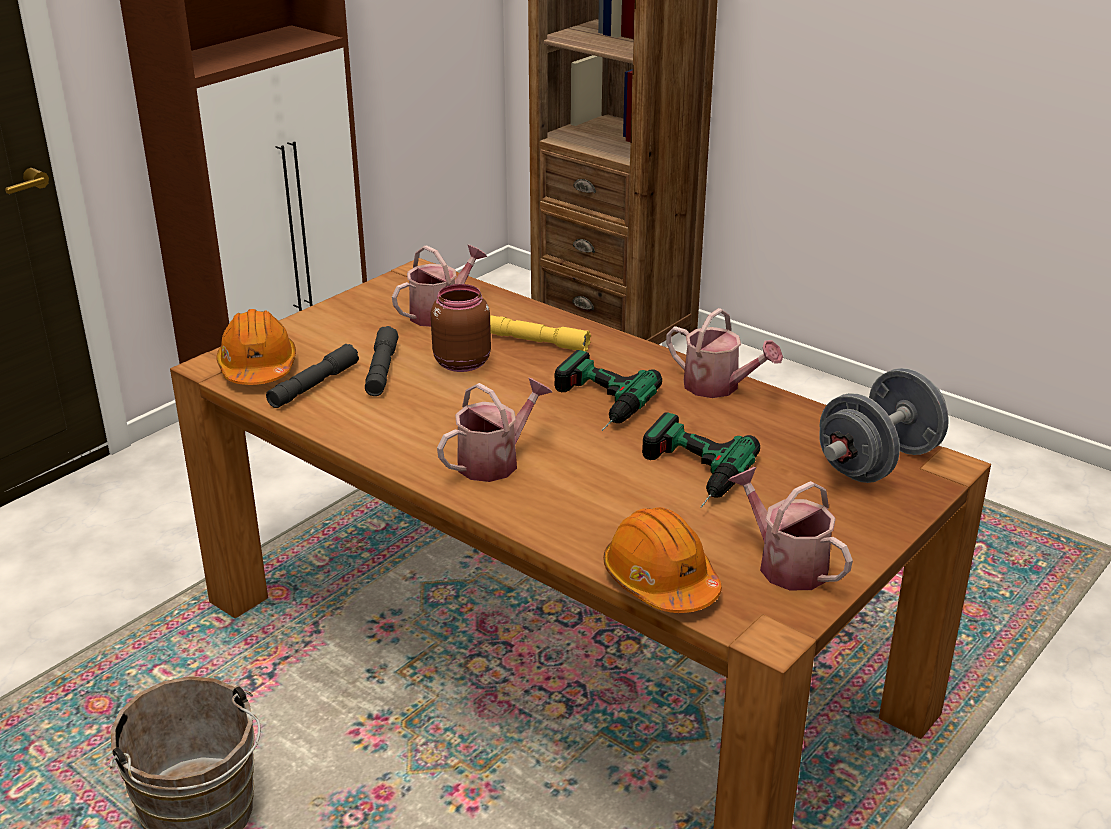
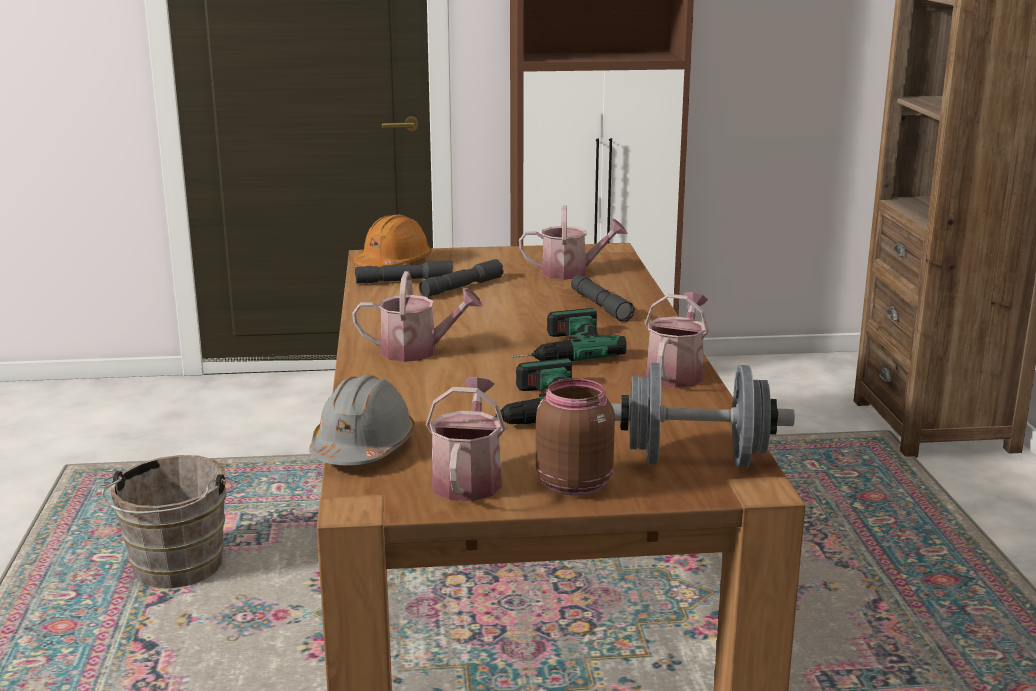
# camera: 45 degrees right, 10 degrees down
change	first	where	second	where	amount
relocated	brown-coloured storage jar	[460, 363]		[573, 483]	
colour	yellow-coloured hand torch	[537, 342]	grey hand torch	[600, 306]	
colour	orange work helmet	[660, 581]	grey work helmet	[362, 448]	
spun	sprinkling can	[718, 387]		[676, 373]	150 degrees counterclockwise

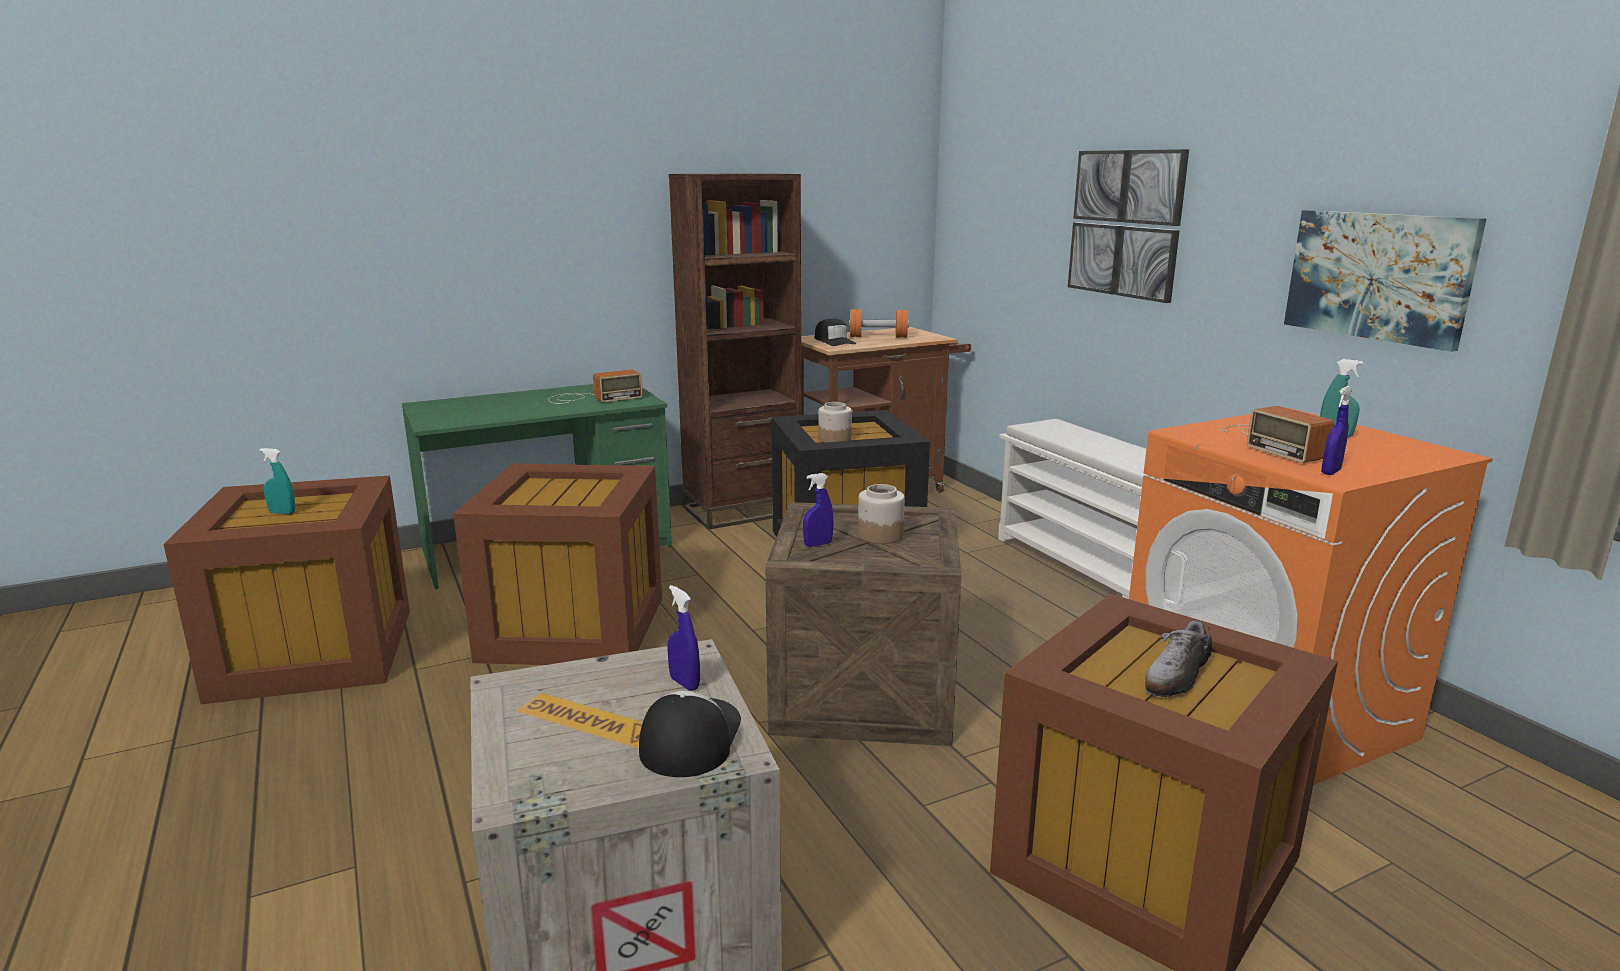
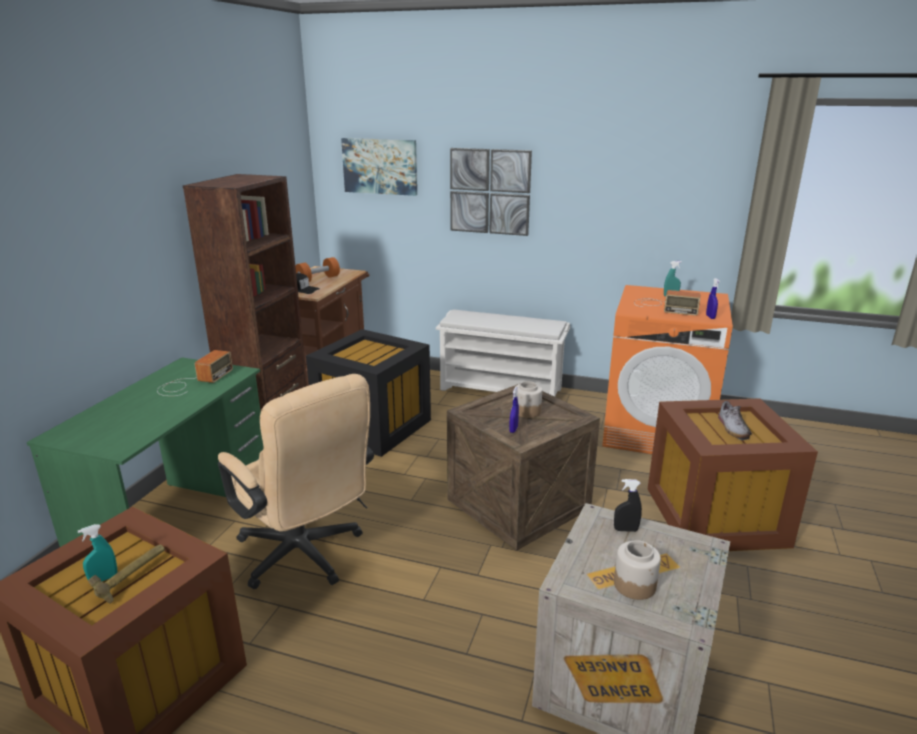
# camera: 45 degrees left, 5 degrees up
change	first	where	second	where	amount
missing	peaked cap	[689, 738]			
appeared			tool hammer	[133, 579]	
relocated	storage jar	[835, 439]		[634, 585]	
relocated	wall picture	[1378, 276]		[380, 166]	
exchanged	brown-coloured storage box	[570, 629]	beige-coloured desk chair	[305, 557]	
colour	blue sprayer	[684, 683]	black sprayer	[625, 530]	

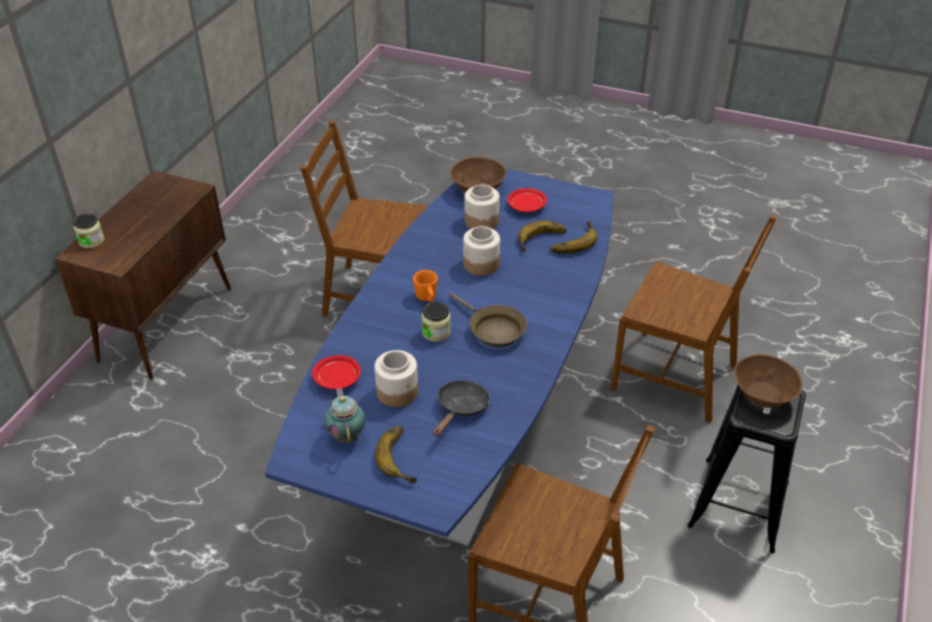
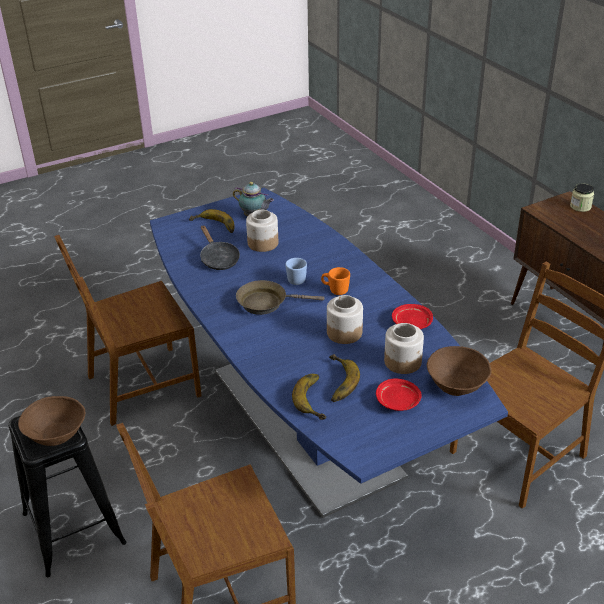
# camera: 130 degrees right, 5 degrees down
change	first	where	second	where	amount
relocated	red-coloured flat dish	[338, 378]		[411, 323]	
exchanged	storage jar	[436, 332]	blue tea mug	[295, 279]	

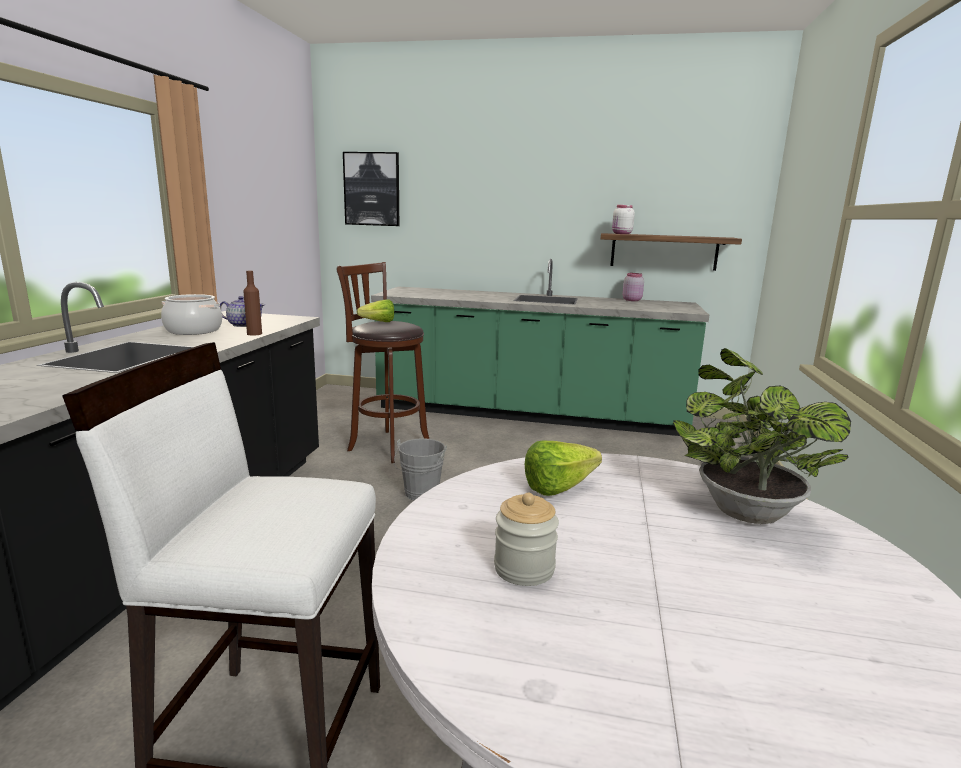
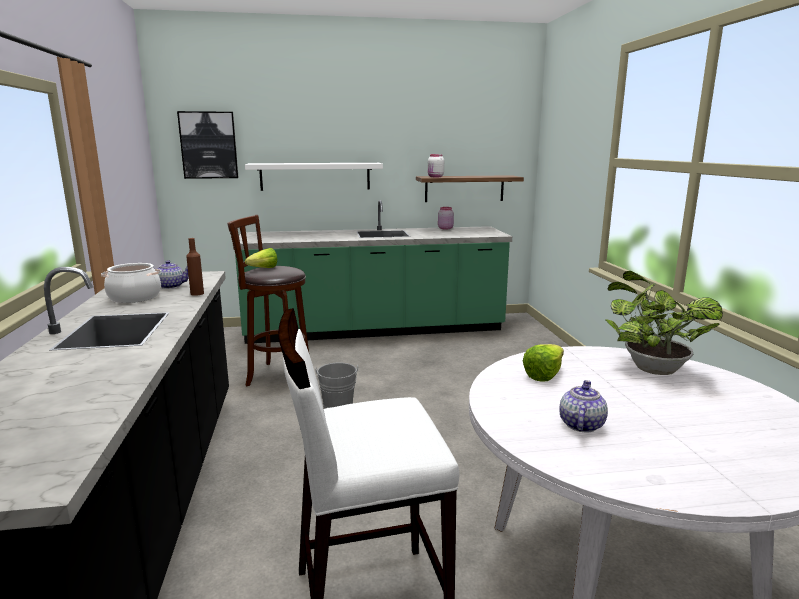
# camera: 20 degrees left, 0 degrees up
change	first	where	second	where	amount
appeared			white-coloured shelf	[315, 176]	
exchanged	storage jar	[524, 569]	pot for tea	[580, 425]	

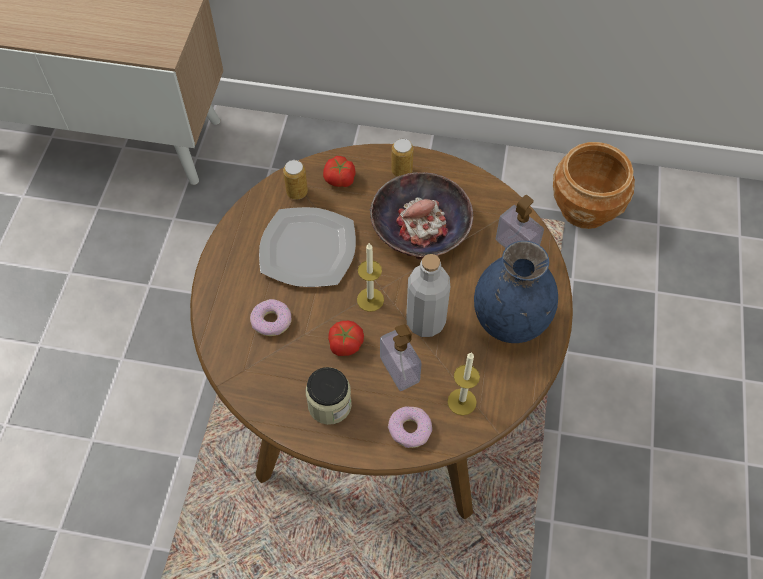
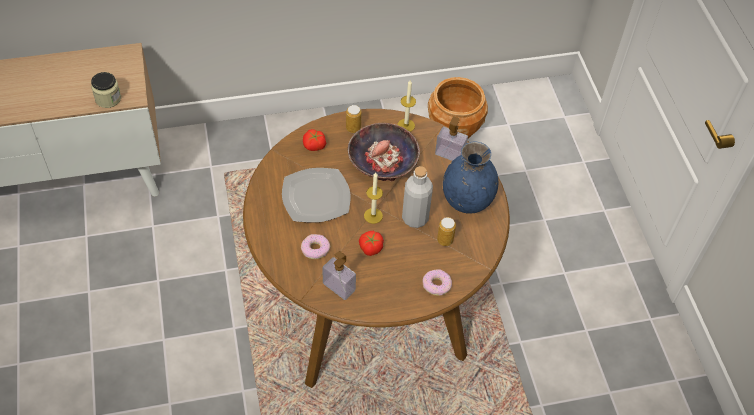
# camera: 25 degrees left, 5 degrees down
change	first	where	second	where	amount
relocated	metal can	[297, 192]		[445, 240]	
relocated	storage jar	[329, 405]		[108, 99]	
relocated	soap bottle	[399, 370]		[339, 287]	
relocated	wax candle	[462, 402]		[406, 125]	

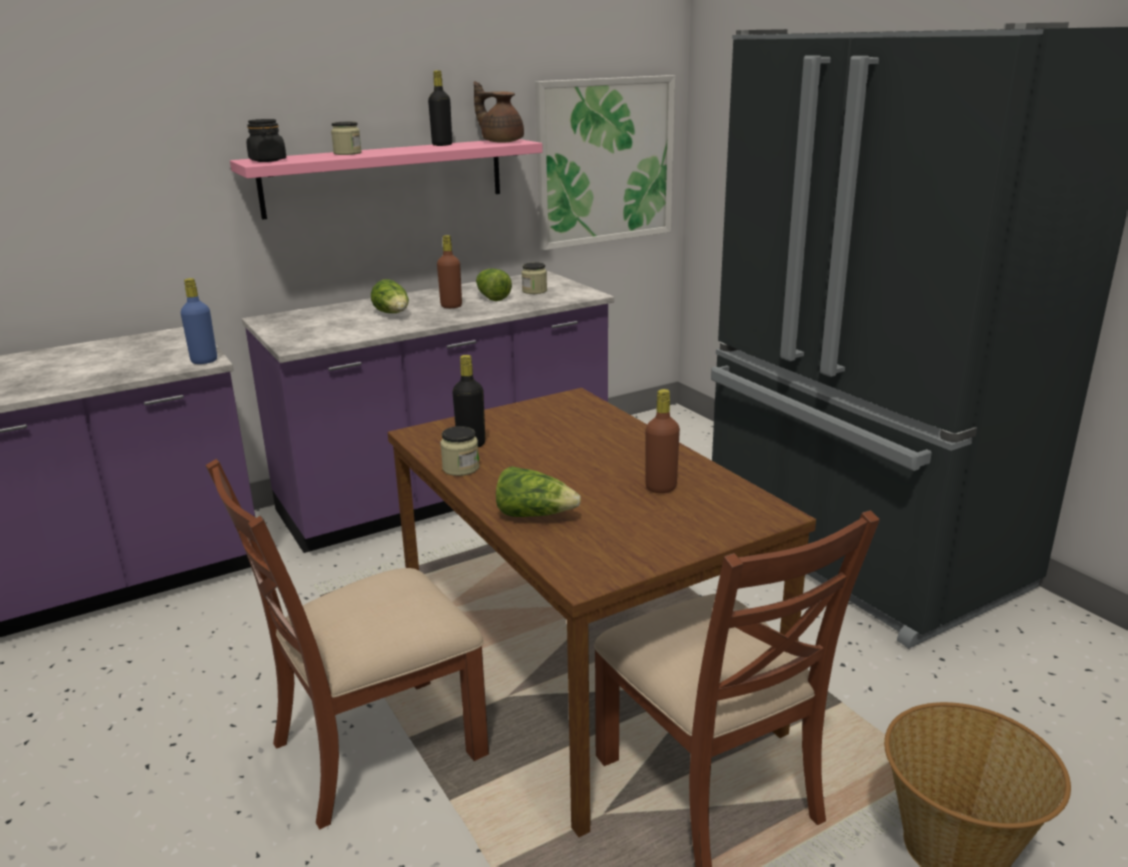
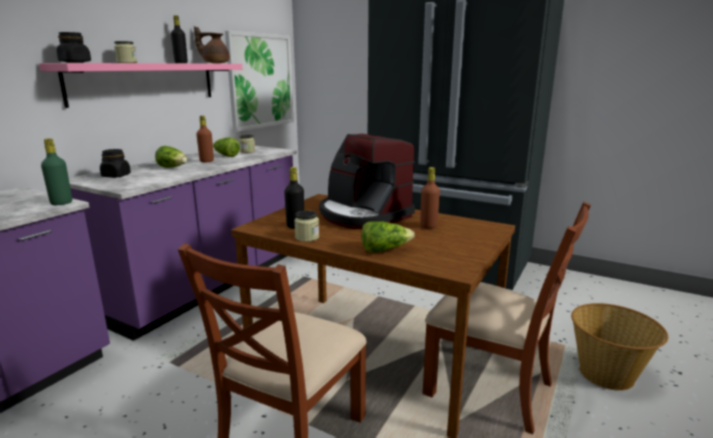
# camera: 30 degrees left, 5 degrees down
change	first	where	second	where	amount
appeared			black storage jar	[116, 176]	
appeared			coffee machine	[363, 215]	
colour	blue drink bottle	[204, 361]	green-coloured drink bottle	[61, 203]	

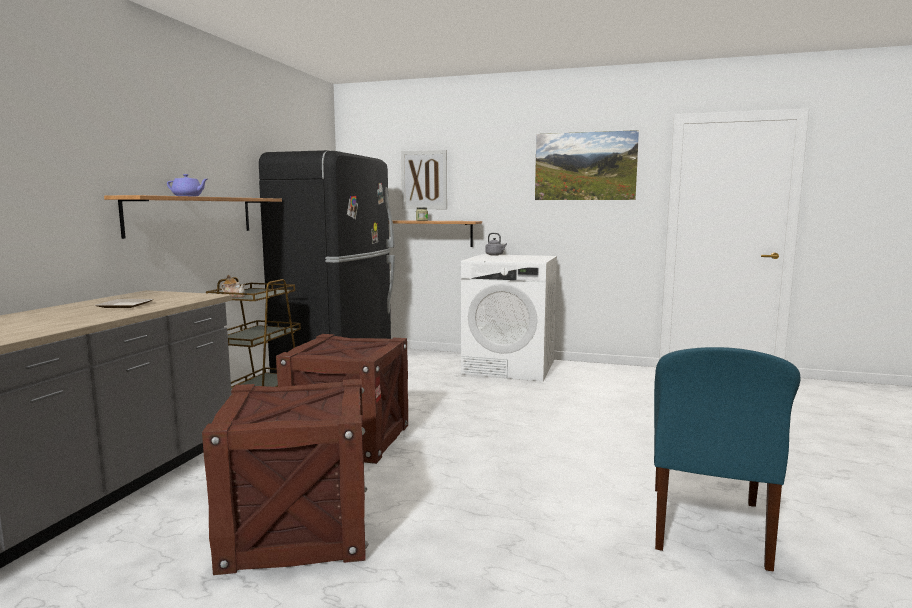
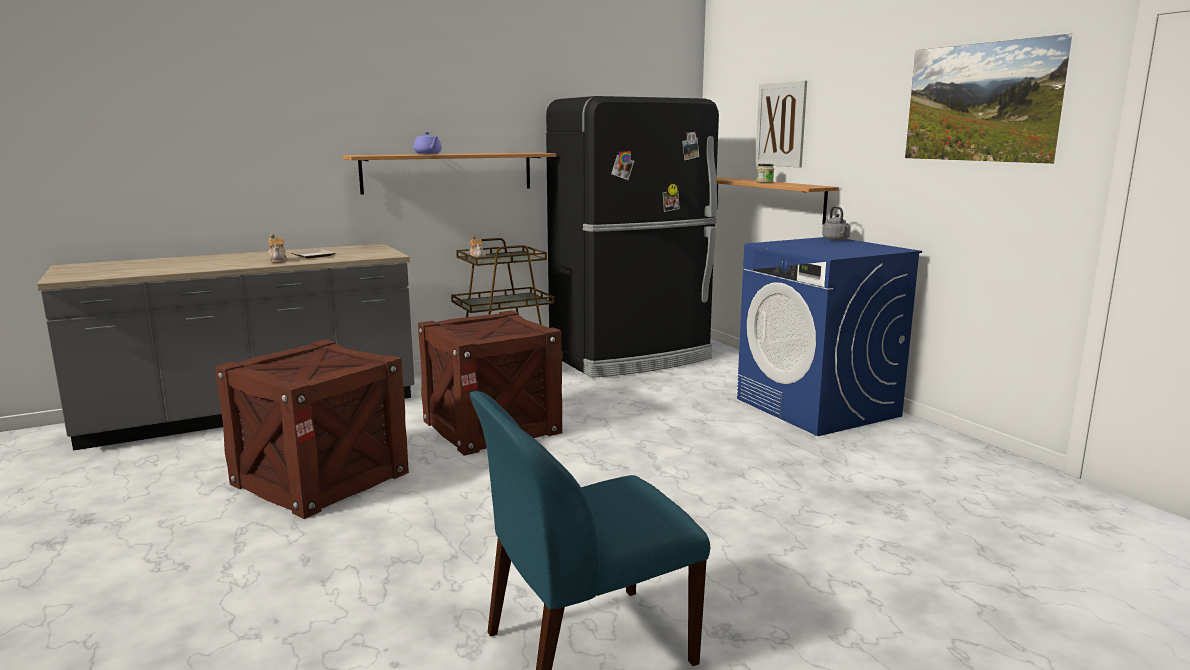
# camera: 45 degrees right, 5 degrees up
change	first	where	second	where	amount
appeared			pot for tea	[278, 261]	
colour	white-coloured laundry machine	[510, 367]	blue laundry machine	[818, 407]	

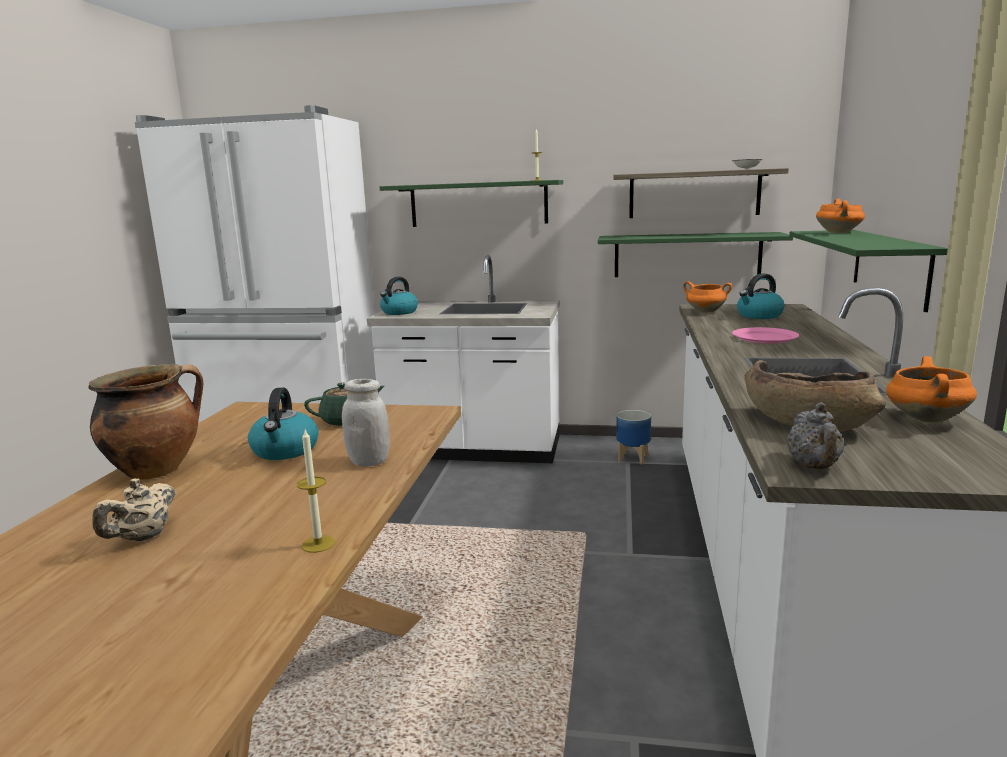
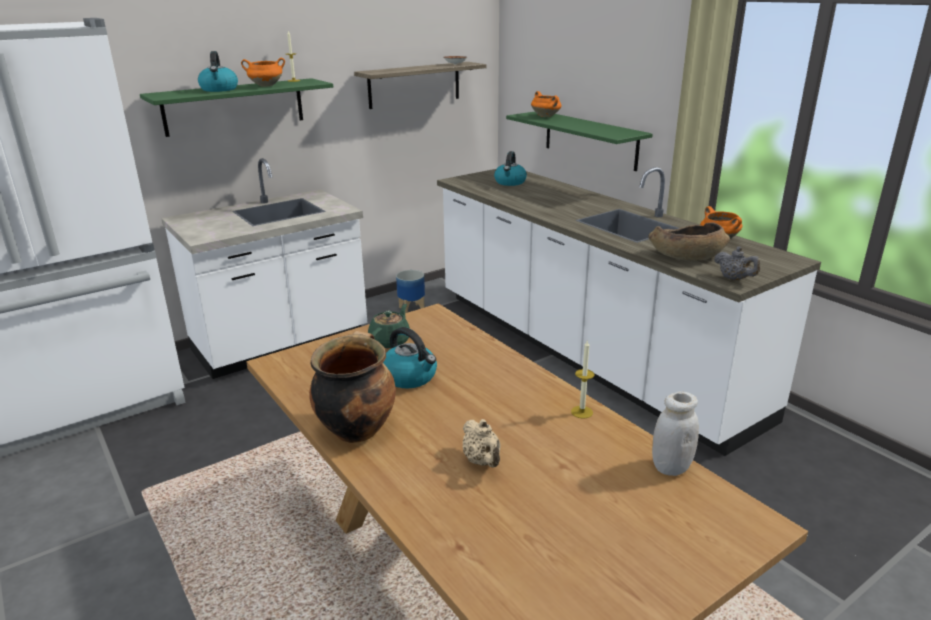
# camera: 45 degrees left, 10 degrees up
change	first	where	second	where	amount
missing	green-coloured shelf	[687, 255]			
missing	pinkish flat dish	[764, 338]			
relocated	white-coloured storage jar	[369, 461]		[671, 467]	
relocated	kettle	[399, 312]		[219, 89]	
relocated	orange stockpot	[705, 312]		[265, 86]	

